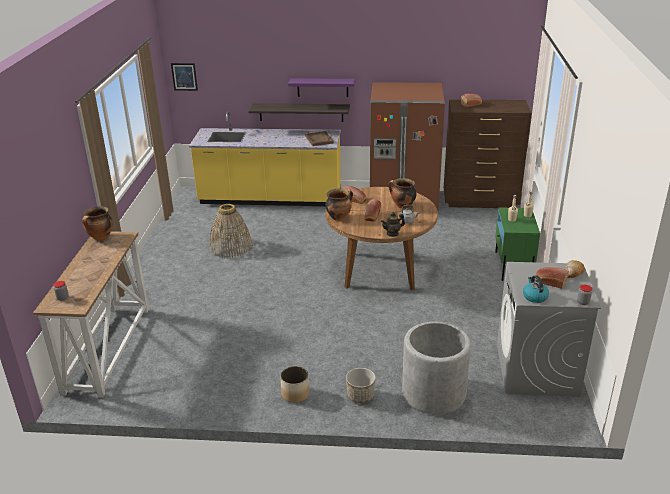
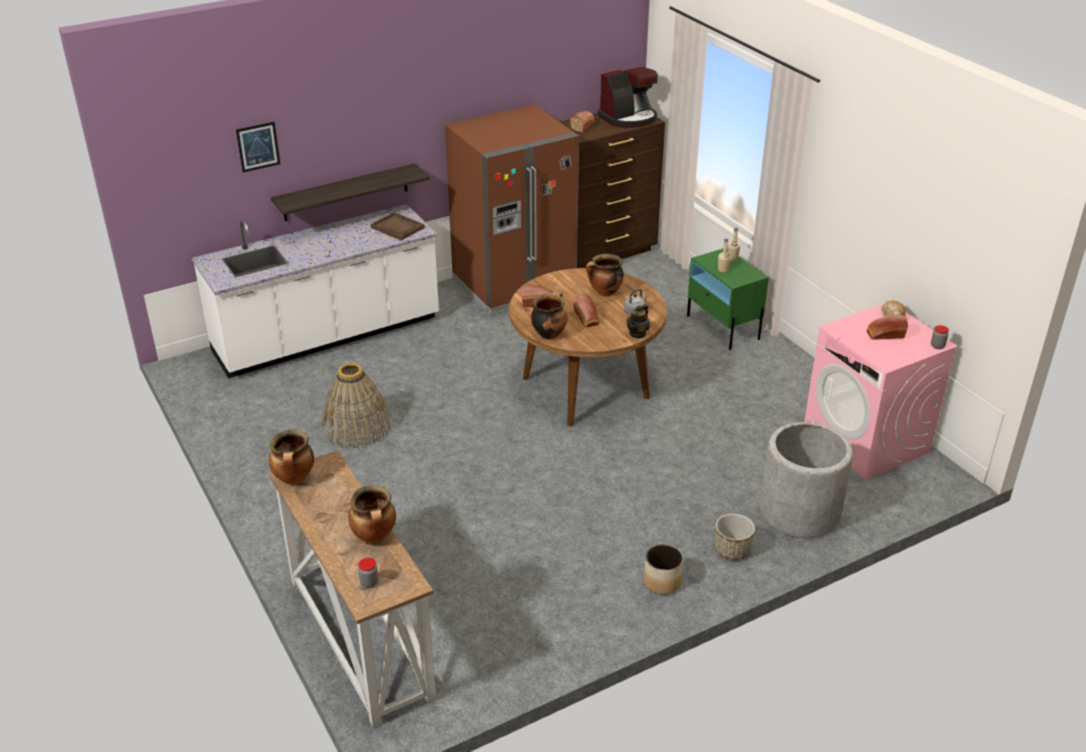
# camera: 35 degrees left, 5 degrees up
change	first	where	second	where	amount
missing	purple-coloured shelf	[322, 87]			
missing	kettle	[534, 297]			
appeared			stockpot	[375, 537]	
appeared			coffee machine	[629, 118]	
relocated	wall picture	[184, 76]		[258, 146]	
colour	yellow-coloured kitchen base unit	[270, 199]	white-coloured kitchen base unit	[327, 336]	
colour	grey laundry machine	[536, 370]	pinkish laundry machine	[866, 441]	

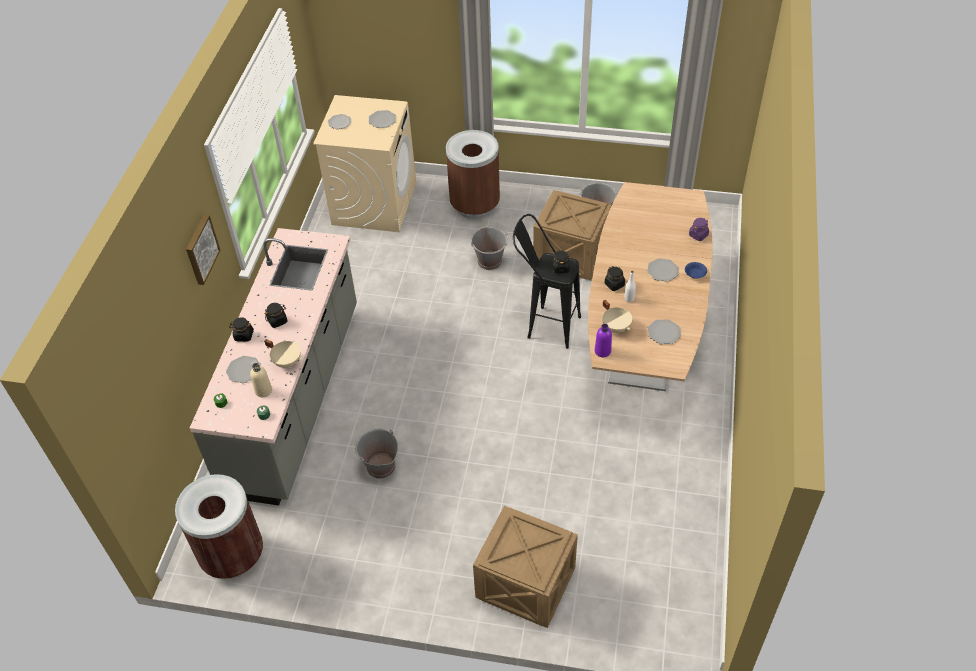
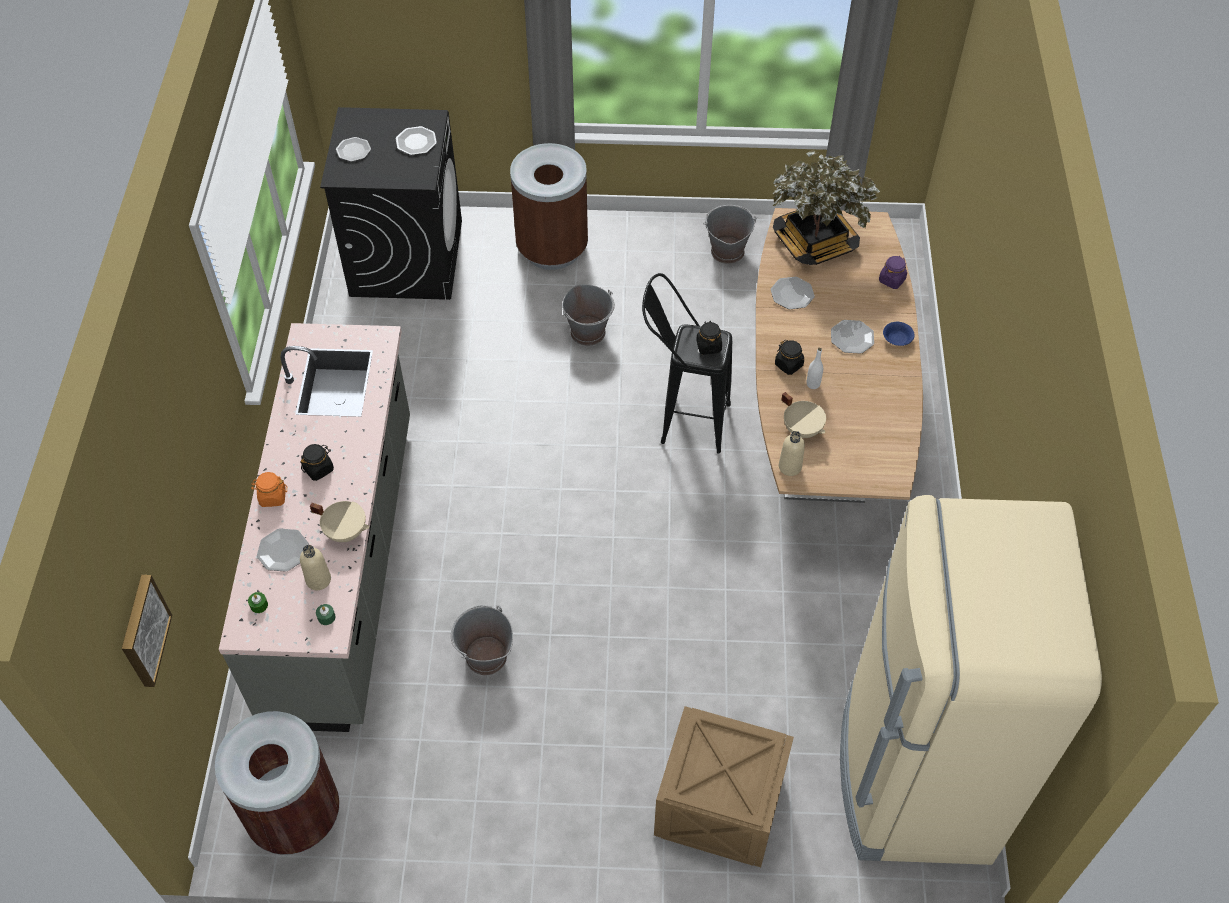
# camera: 10 degrees left, 5 degrees up
change	first	where	second	where	amount
missing	packing crate	[572, 255]			
appeared			plant in a pot	[814, 242]	
appeared			beige-coloured refrigerator	[913, 778]	
relocated	wall picture	[200, 249]		[142, 631]	
relocated	flat dish	[664, 332]		[792, 294]	
colour	black storage jar	[243, 336]	orange storage jar	[272, 497]	
colour	beige-coloured laundry machine	[374, 203]	black laundry machine	[406, 257]	
colour	purple-coloured drink bottle	[602, 351]	beige-coloured drink bottle	[790, 466]	

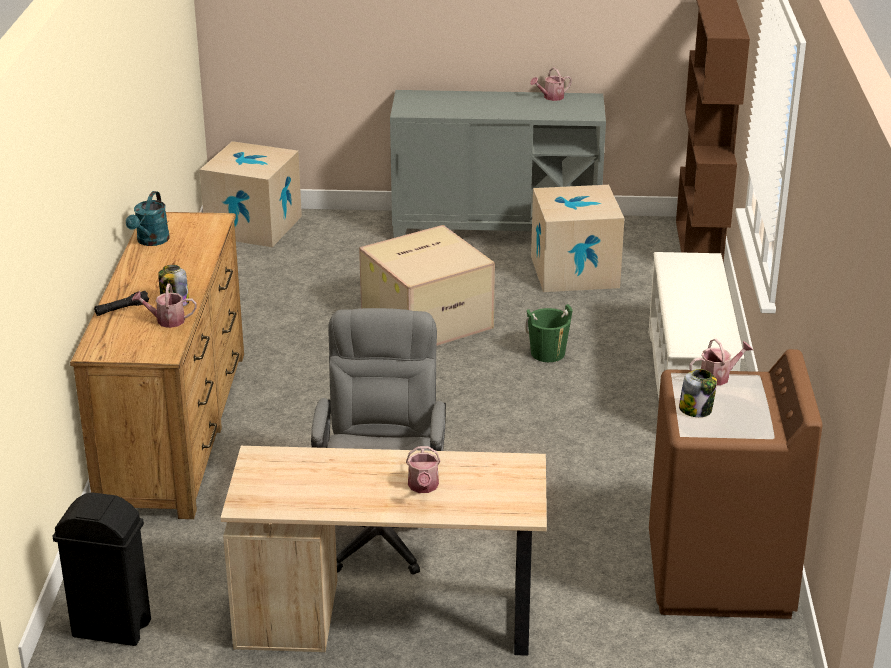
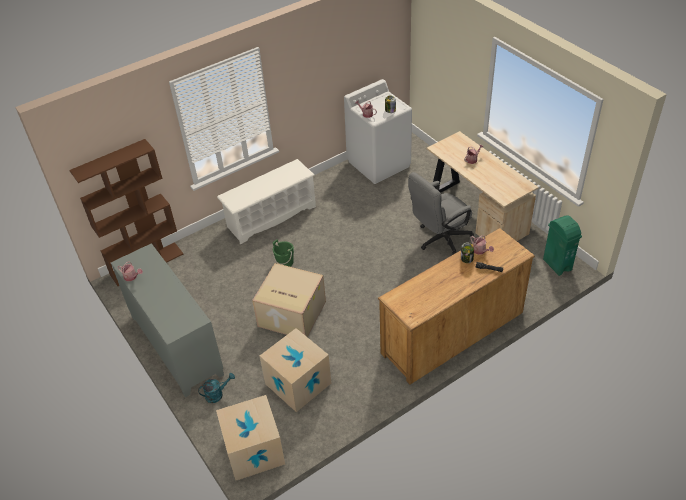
# camera: 125 degrees left, 15 degrees up
change	first	where	second	where	amount
relocated	turquoise sprinkling can	[151, 241]		[217, 394]	
relocated	cardboard box	[574, 272]		[298, 383]	
colour	black rubbish bin	[112, 629]	green-coloured rubbish bin	[557, 264]	
colour	brown-coloured laundry machine	[720, 576]	white-coloured laundry machine	[379, 163]	

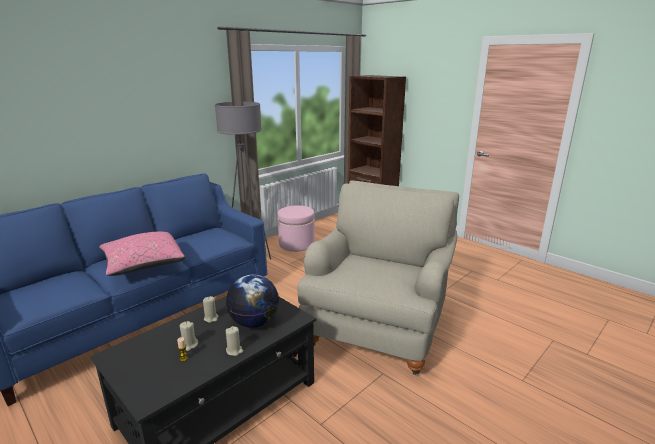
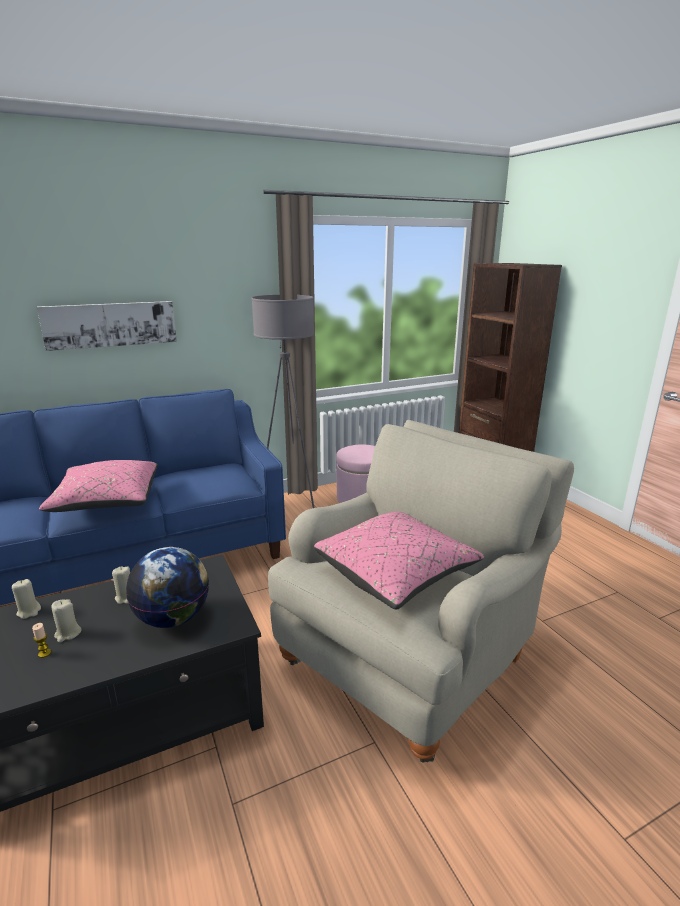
# camera: 20 degrees right, 0 degrees up
change	first	where	second	where	amount
appeared			wall picture	[110, 324]	
appeared			pinkish throw pillow	[396, 573]	
relocated	beige-coloured wax candle	[234, 350]		[29, 611]	

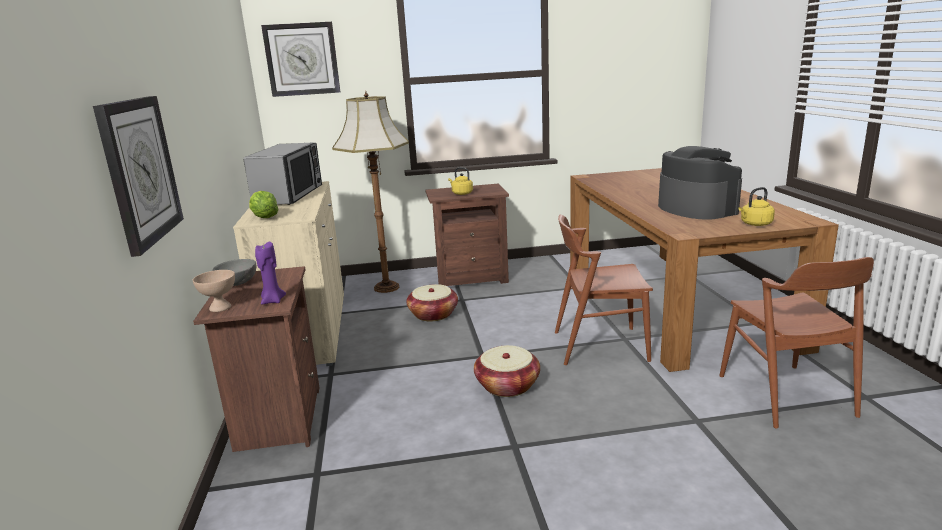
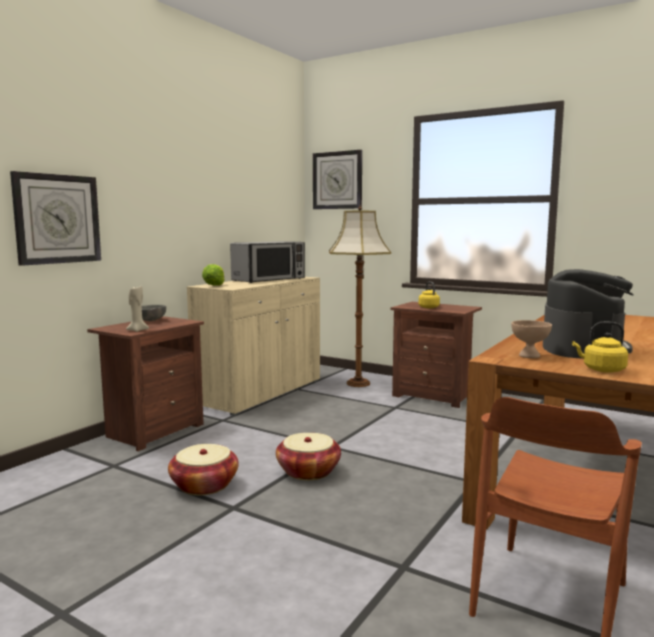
# camera: 40 degrees right, 10 degrees down
change	first	where	second	where	amount
missing	brown-coloured plain chair	[599, 346]			
relocated	beige-coloured deep dish	[219, 308]		[528, 356]	
relocated	household basket	[433, 314]		[204, 485]	
colour	purple-coloured wax candle	[272, 301]	beige-coloured wax candle	[137, 330]	

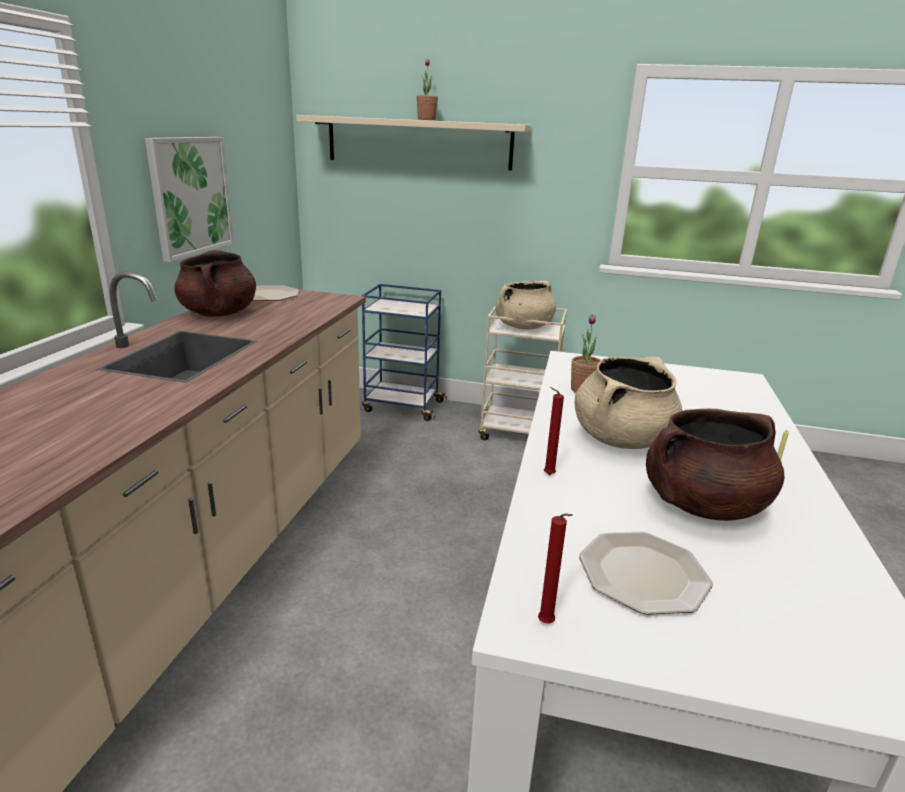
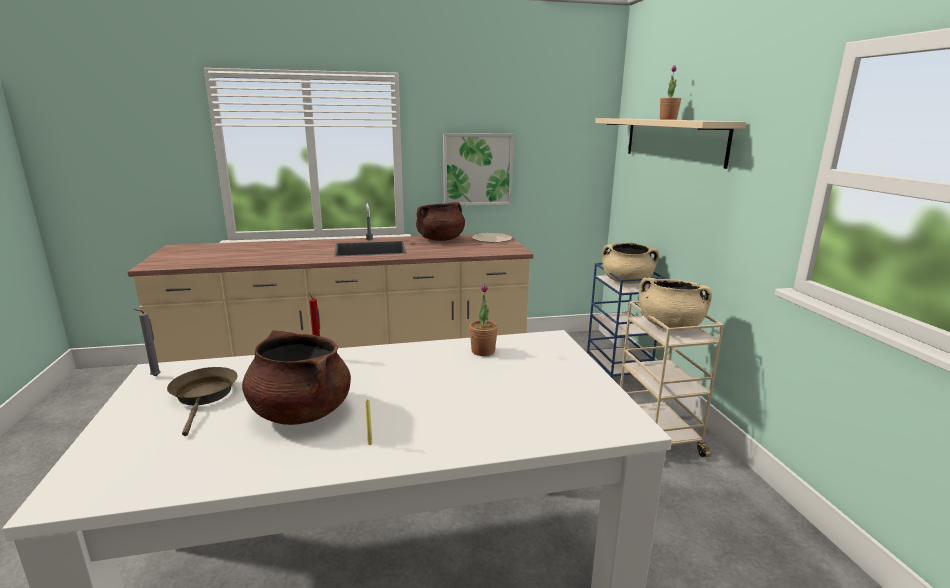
# camera: 65 degrees right, 5 degrees down
change	first	where	second	where	amount
relocated	beige-coloured stockpot	[622, 439]		[627, 281]	
exchanged	flat dish	[642, 573]	brown-coloured pan	[204, 396]	
colour	red-coloured wax candle	[547, 625]	grey wax candle	[154, 376]	

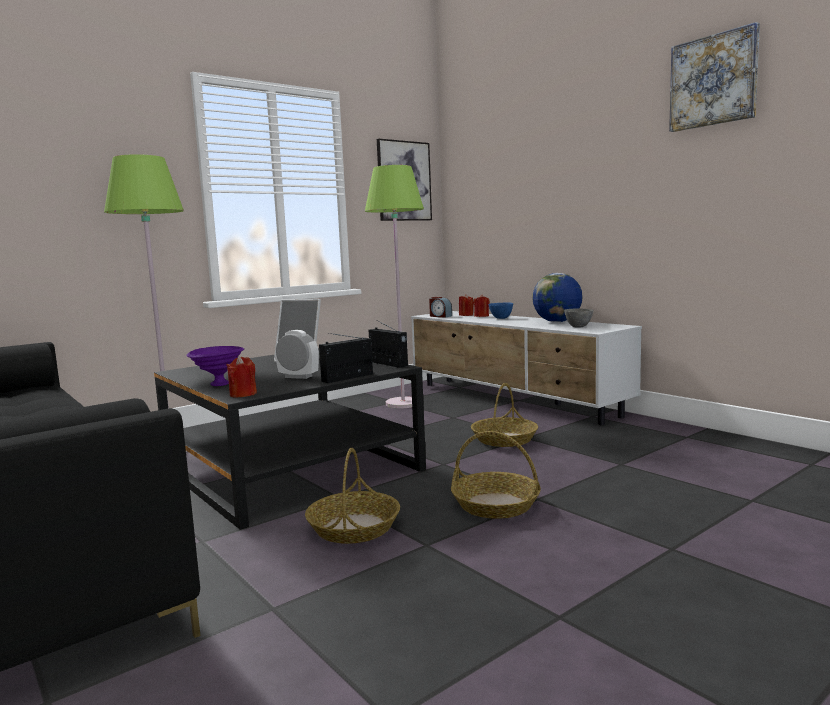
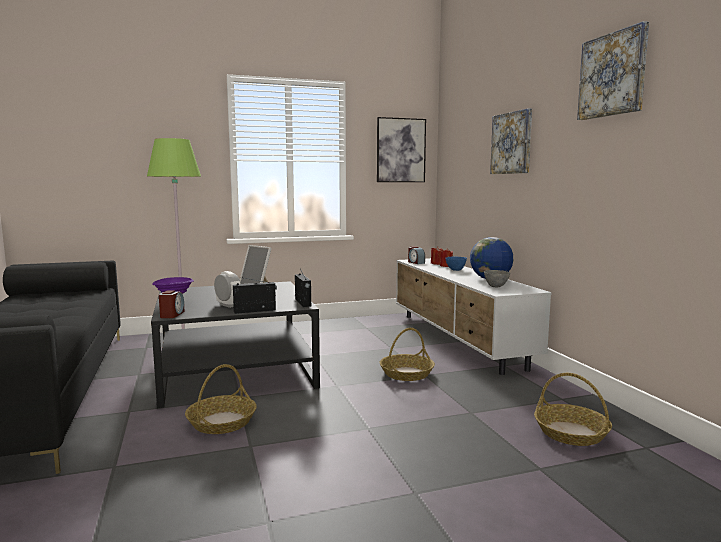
# camera: 20 degrees right, 0 degrees up
change	first	where	second	where	amount
missing	green-coloured standard lamp	[403, 403]			
appeared			wall picture	[512, 143]	
relocated	household basket	[496, 505]		[571, 433]	
exchanged	red-coloured wax candle	[243, 394]	bedside clock	[172, 315]	

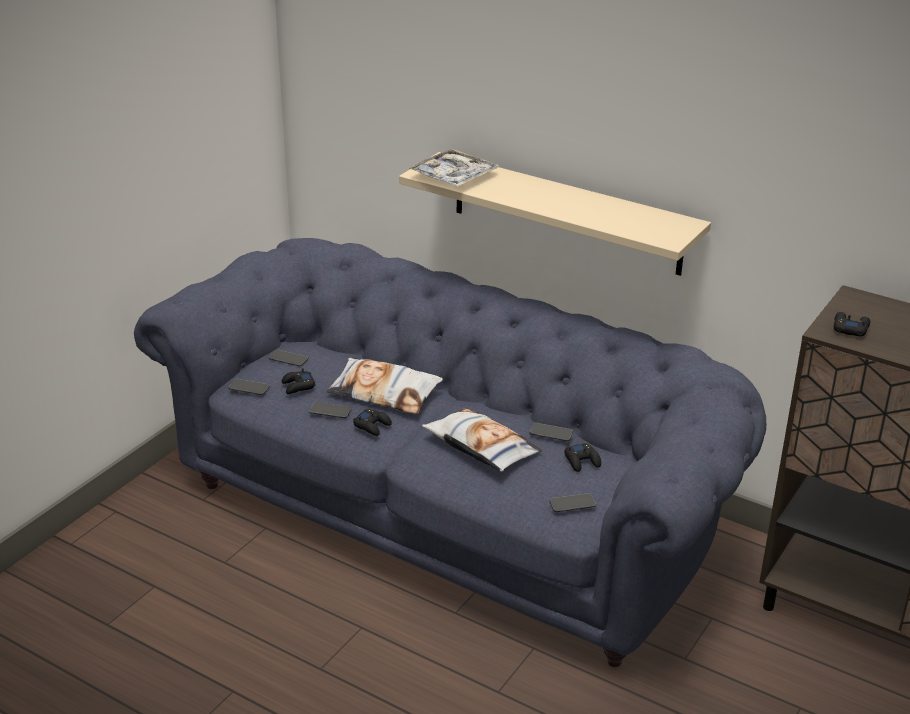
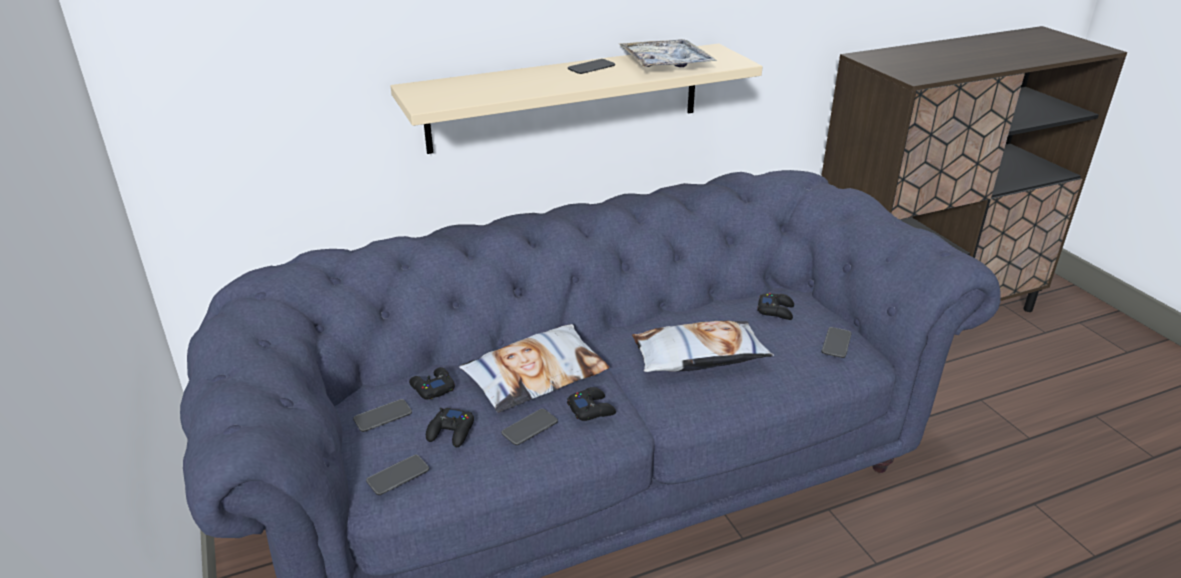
# camera: 55 degrees left, 0 degrees up
change	first	where	second	where	amount
relocated	carrying tray	[453, 176]		[665, 64]	
relocated	phone	[551, 433]		[591, 67]	
relocated	black gamepad	[850, 328]		[432, 388]	

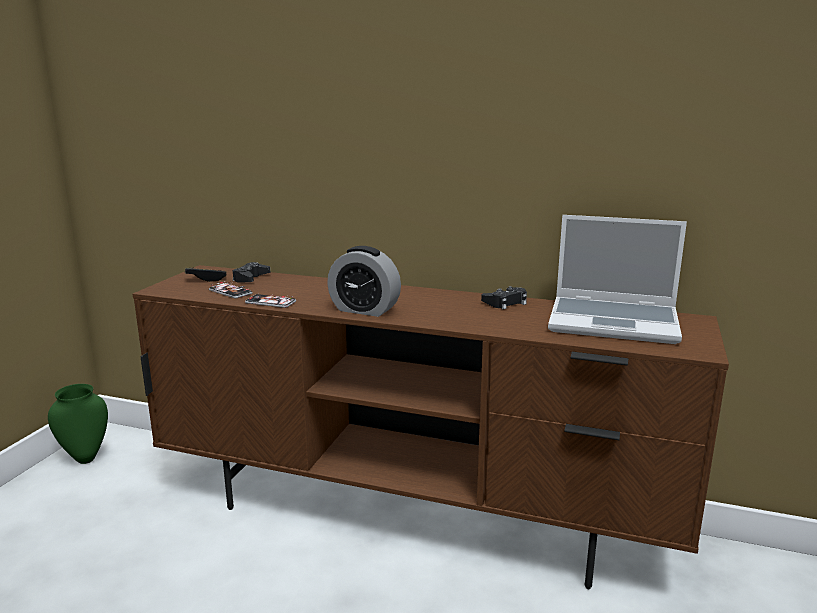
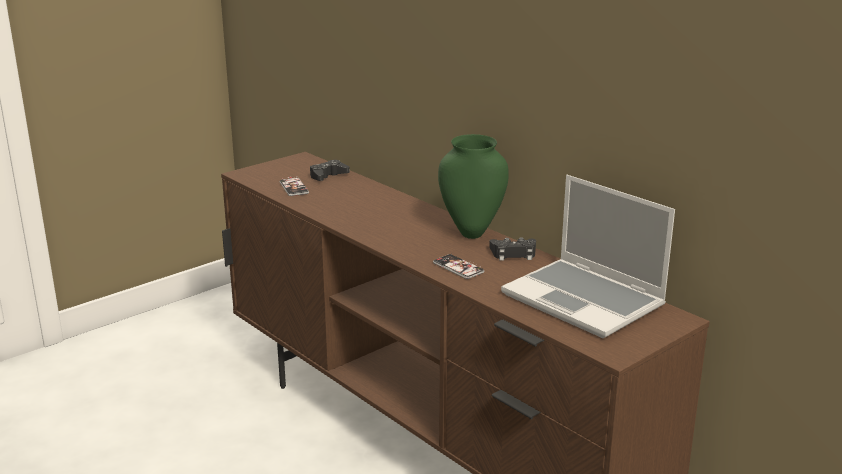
# camera: 30 degrees right, 5 degrees up
change	first	where	second	where	amount
missing	gamepad	[206, 279]			
missing	bedside clock	[364, 310]			
relocated	green-coloured flower vase	[85, 459]		[471, 234]	
relocated	phone	[270, 302]		[458, 267]	

